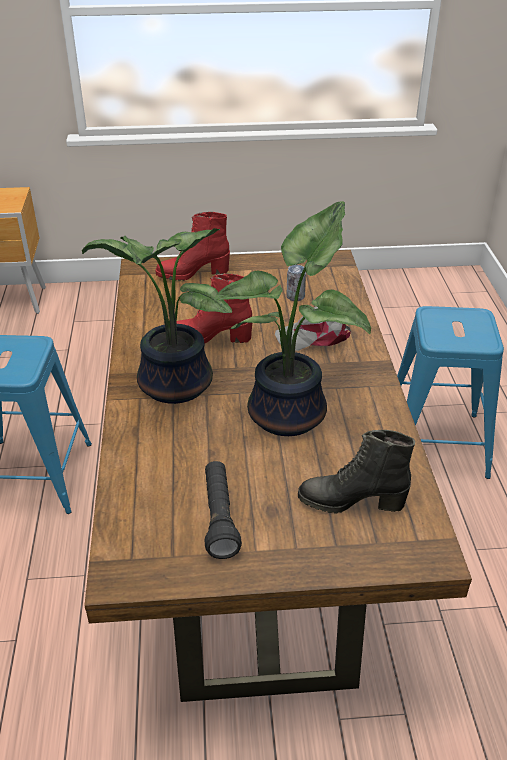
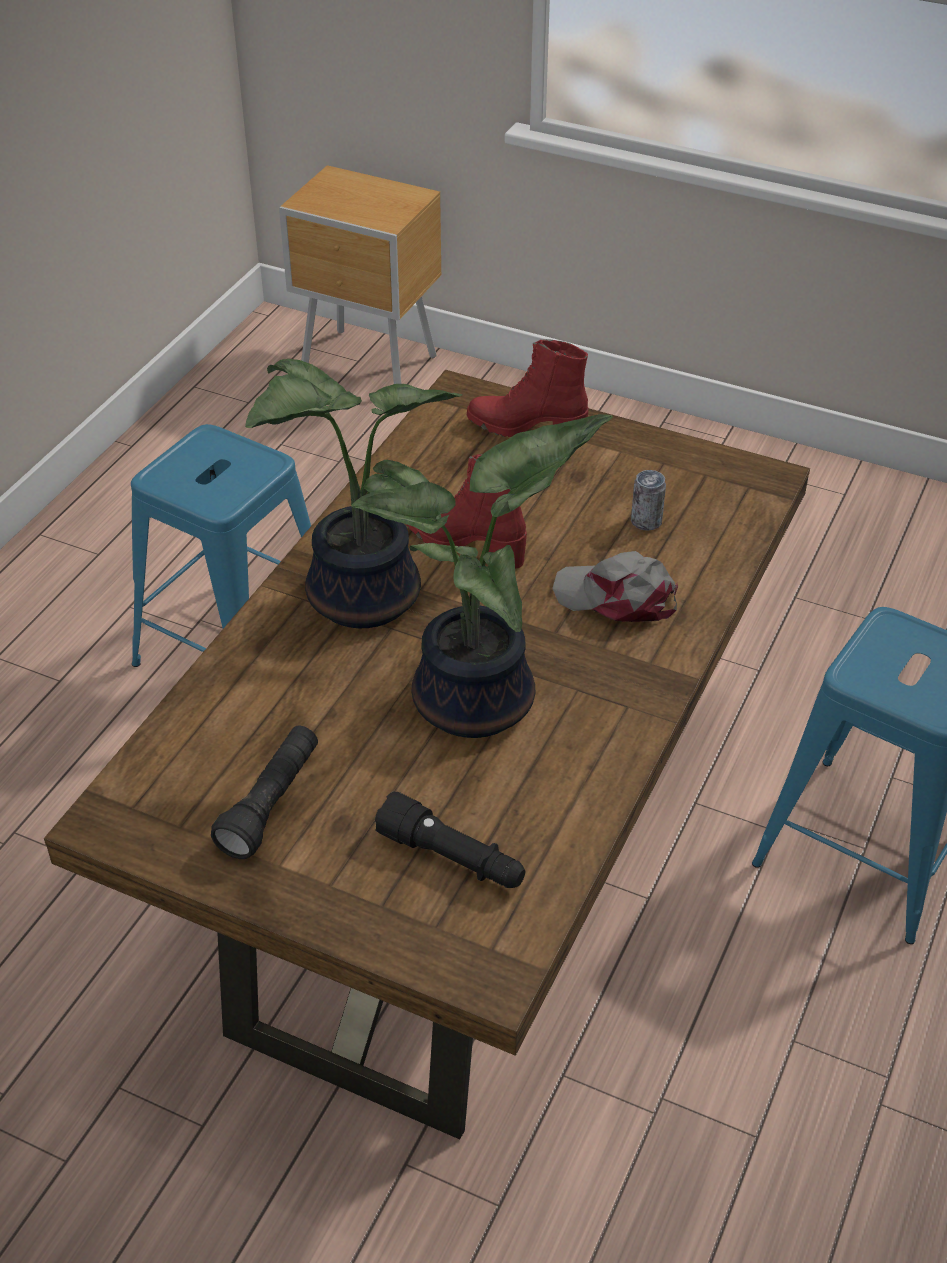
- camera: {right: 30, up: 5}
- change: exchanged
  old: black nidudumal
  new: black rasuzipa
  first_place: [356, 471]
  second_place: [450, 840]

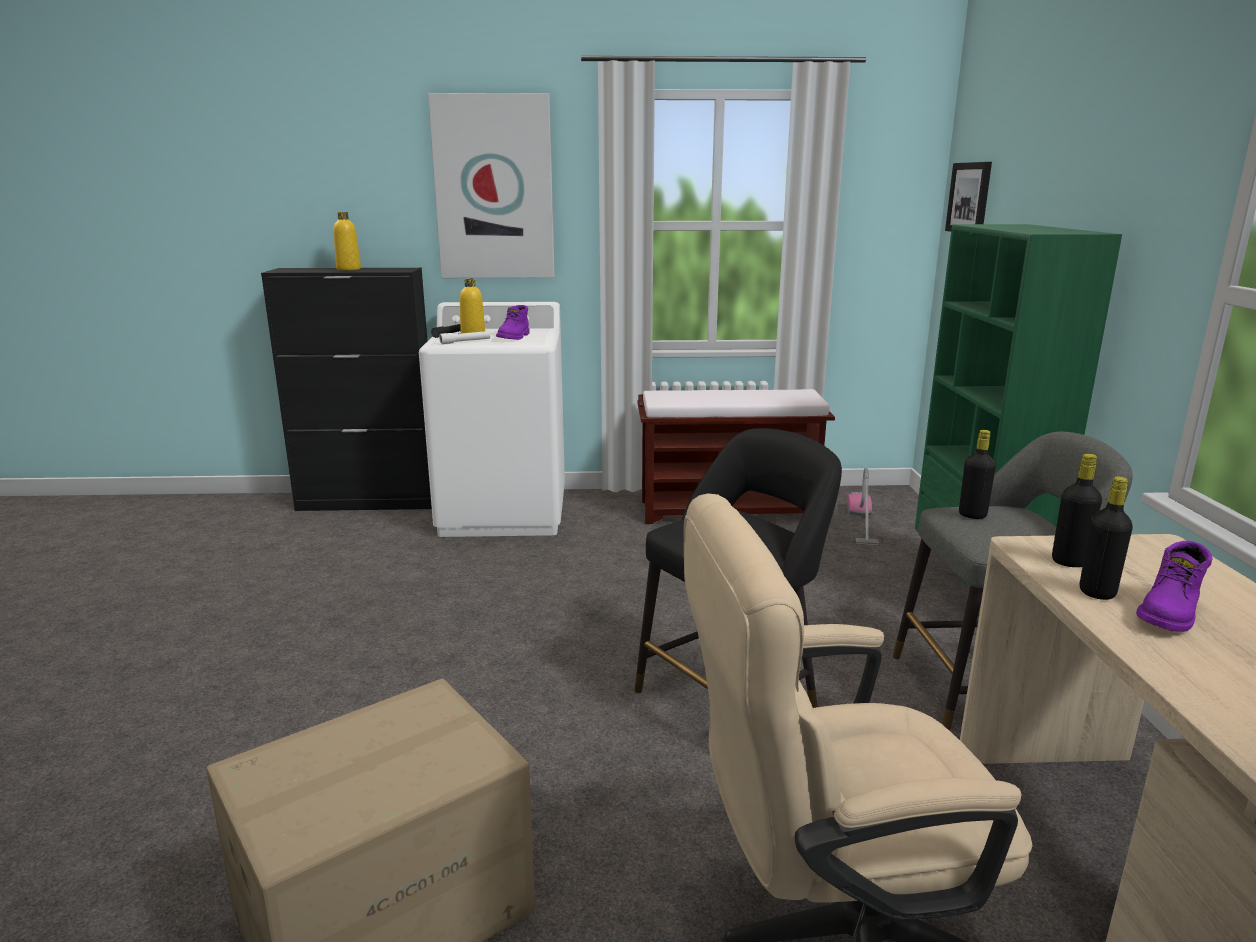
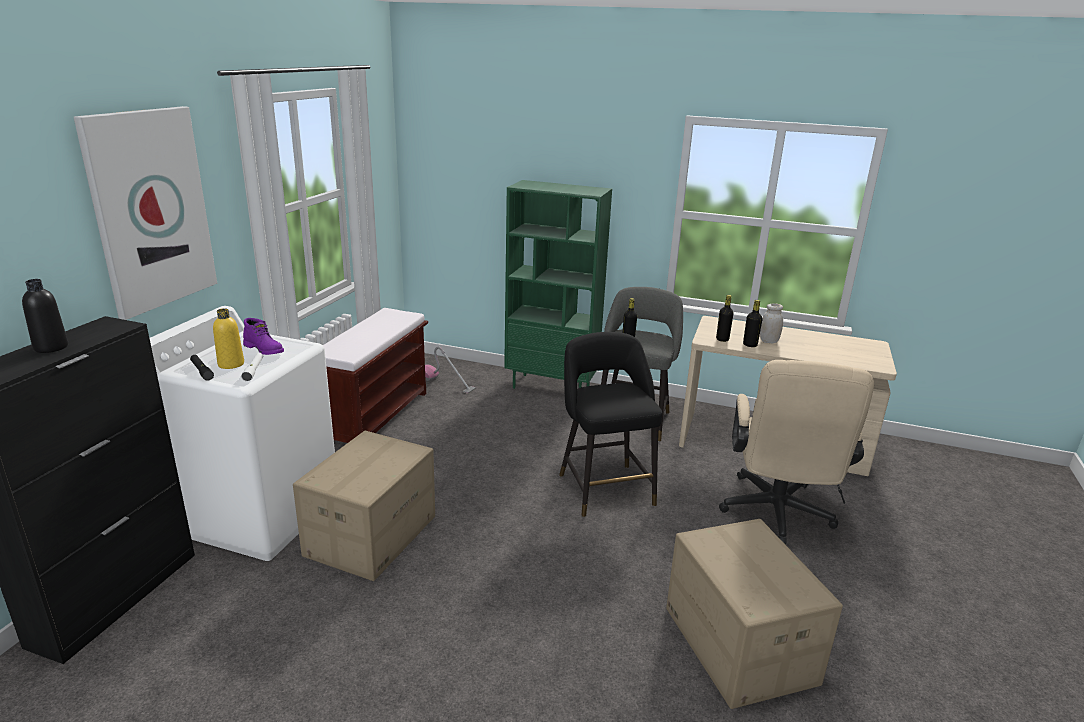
- camera: {right: -70, up: 5}
- change: missing
  old: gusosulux
  first_place: [968, 197]
- change: colour
  old: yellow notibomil
  new: black notibomil
  first_place: [347, 241]
  second_place: [45, 316]
- change: exchanged
  old: purple nidudumal
  new: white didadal
  first_place: [1174, 586]
  second_place: [771, 323]
- change: appeared
  new: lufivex
  second_place: [364, 506]

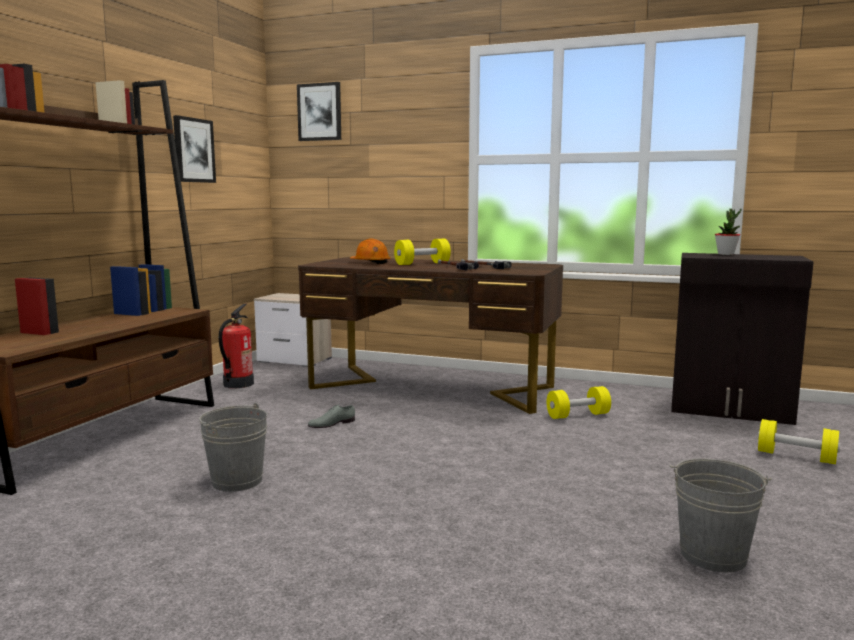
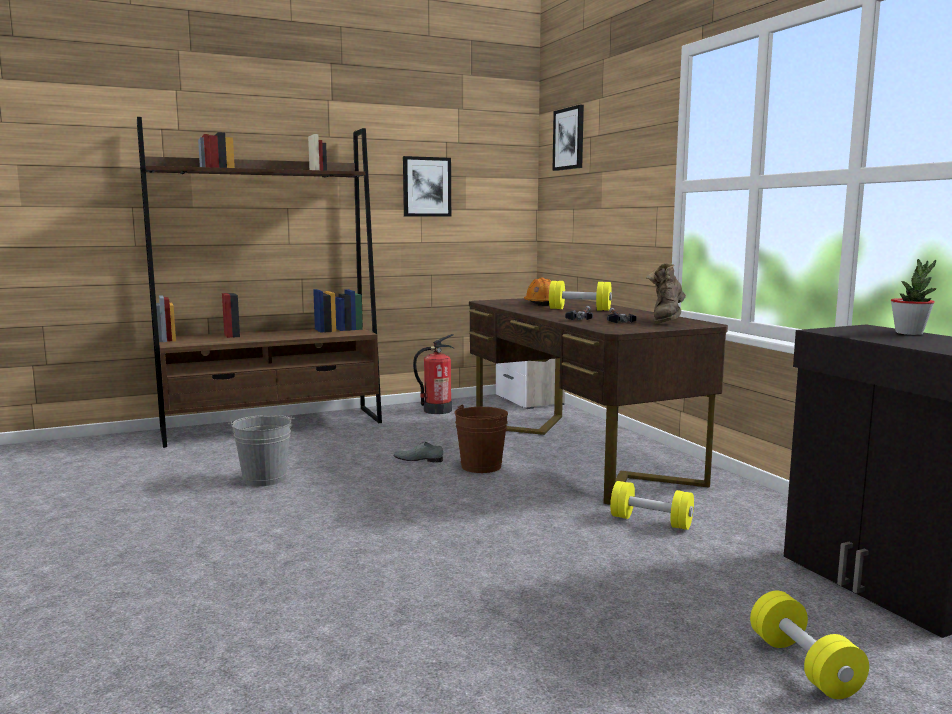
- camera: {right: 45, up: 0}
- change: missing
  old: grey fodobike
  first_place: [720, 515]
- change: appeared
  new: brown nidudumal
  second_place: [666, 293]
- change: appeared
  new: brown fodobike
  second_place: [481, 439]

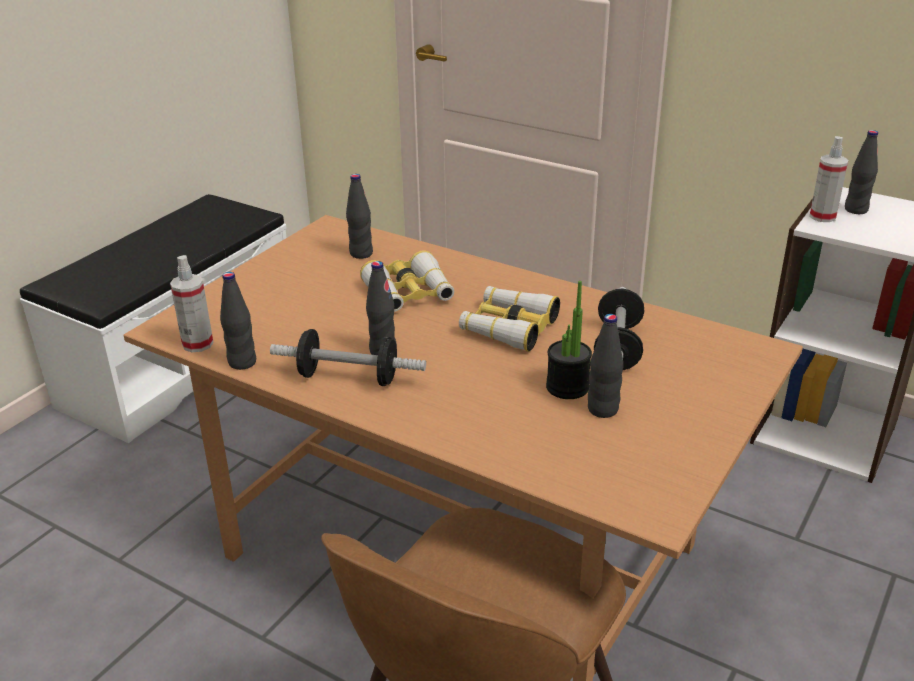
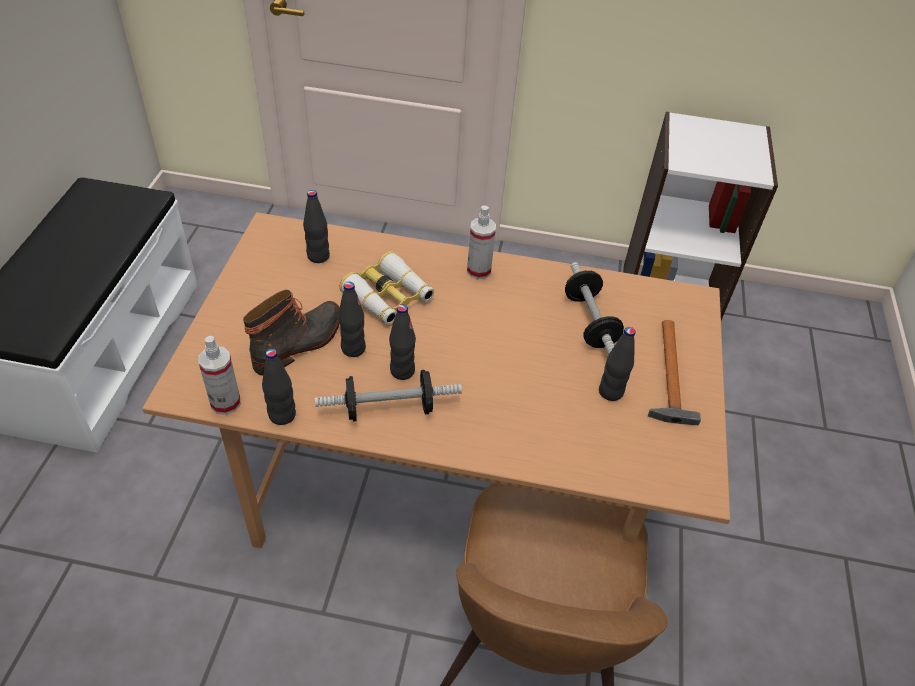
- camera: {right: -25, up: 15}
- change: relocated
  old: black notibomil
  first_place: [861, 172]
  second_place: [352, 319]
- change: relocated
  old: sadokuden
  first_place: [828, 179]
  second_place: [481, 242]
- change: missing
  old: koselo
  first_place: [569, 340]
- change: missing
  old: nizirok
  first_place: [509, 319]
- change: appeared
  new: nidudumal
  second_place: [291, 333]
- change: appeared
  new: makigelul
  second_place: [674, 372]

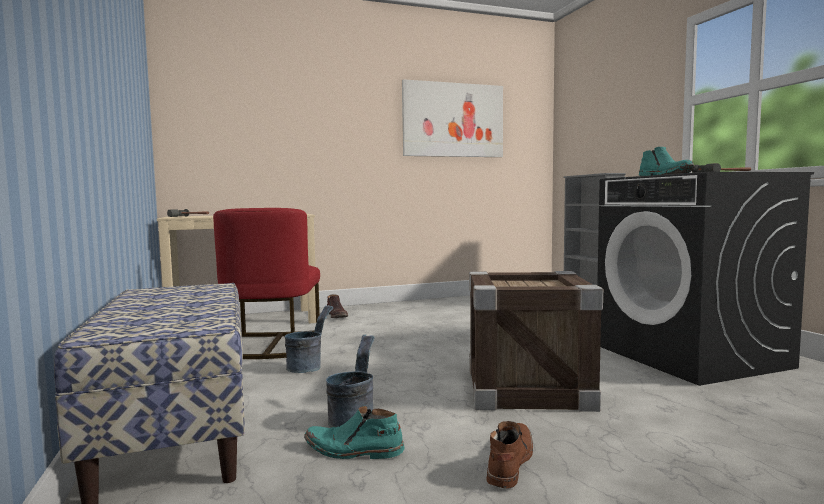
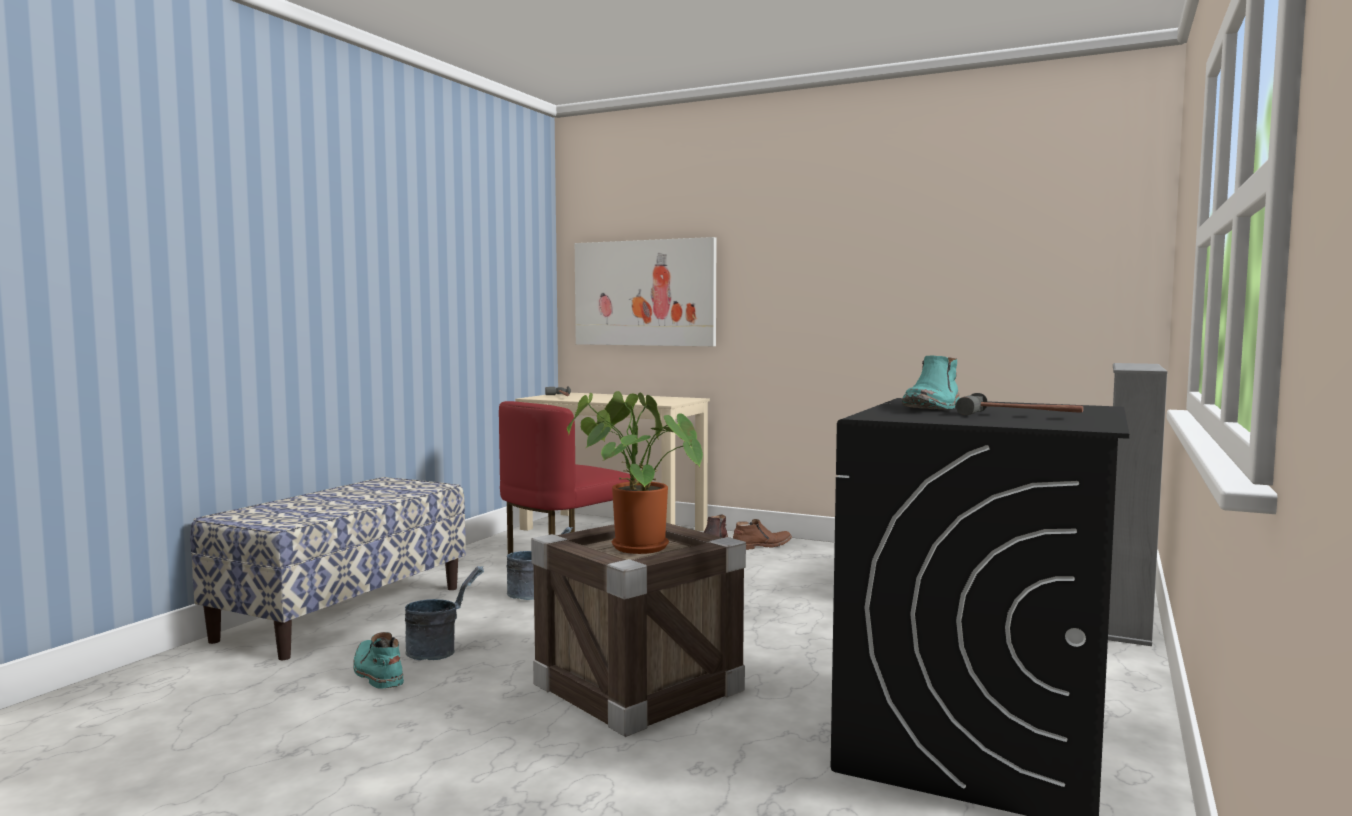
- camera: {right: 45, up: 0}
- change: relocated
  old: gusosulux
  first_place: [452, 118]
  second_place: [645, 291]
- change: relocated
  old: brown nidudumal
  first_place: [510, 455]
  second_place: [762, 534]
- change: appeared
  new: koselo
  second_place: [635, 472]

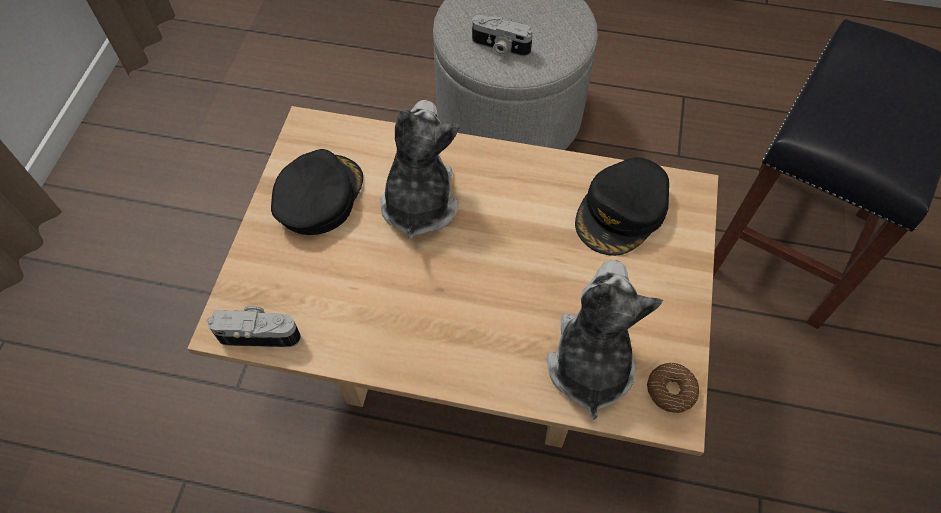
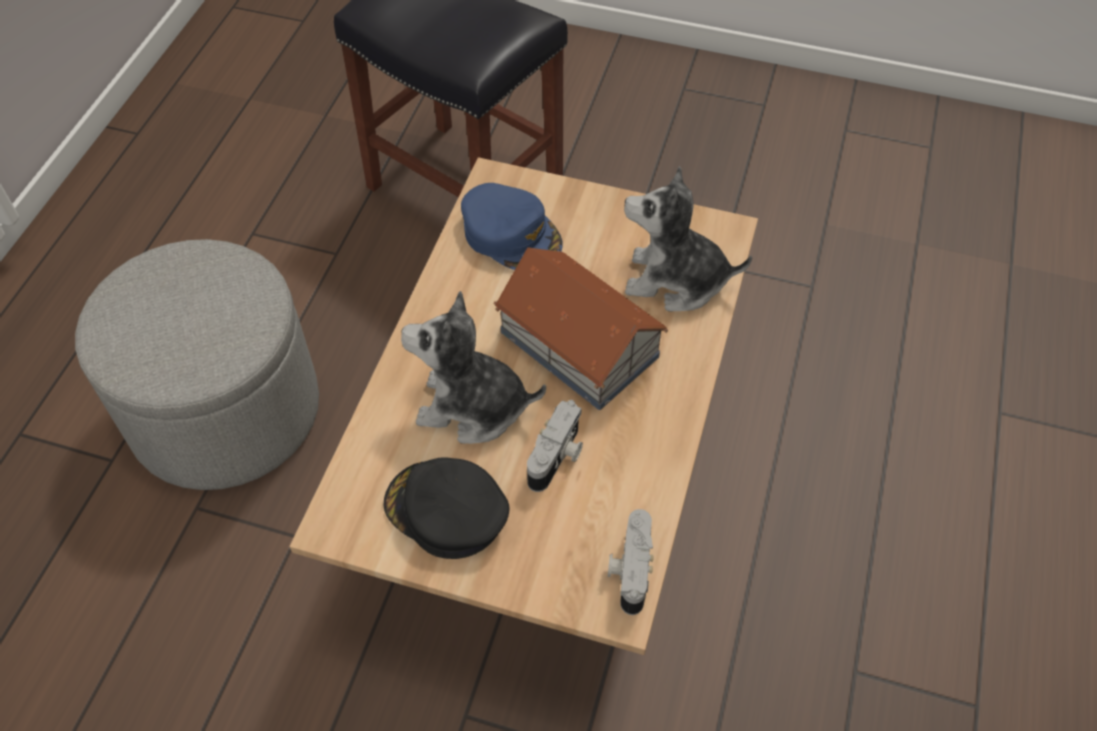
- camera: {right: -85, up: -5}
- change: relocated
  old: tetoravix
  first_place: [502, 36]
  second_place: [555, 446]
- change: colour
  old: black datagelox
  new: blue datagelox
  first_place: [622, 206]
  second_place: [512, 226]
- change: missing
  old: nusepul
  first_place: [673, 388]
- change: appeared
  new: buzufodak
  second_place: [580, 328]

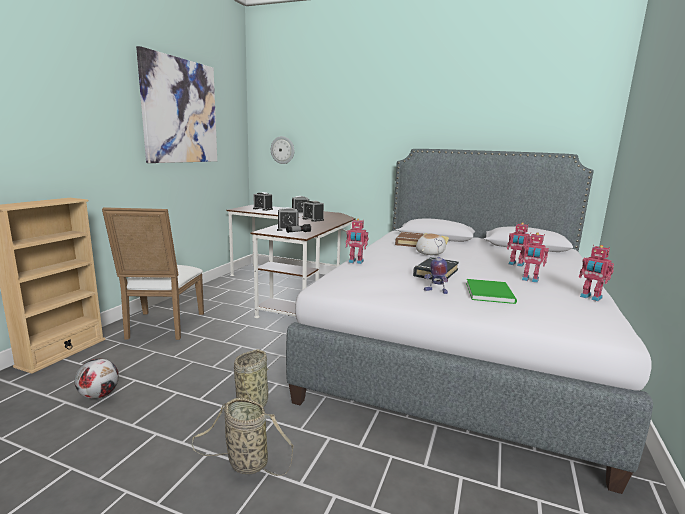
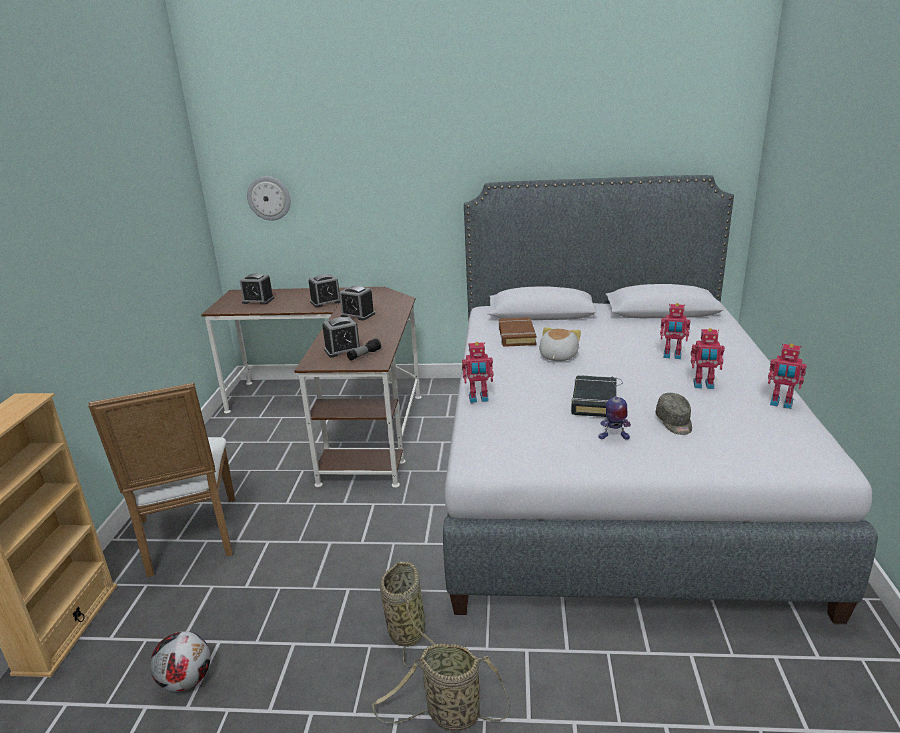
- camera: {right: -15, up: 10}
- change: missing
  old: gusosulux
  first_place: [176, 104]
- change: exchanged
  old: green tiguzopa
  new: grey datagelox
  first_place: [491, 291]
  second_place: [674, 414]

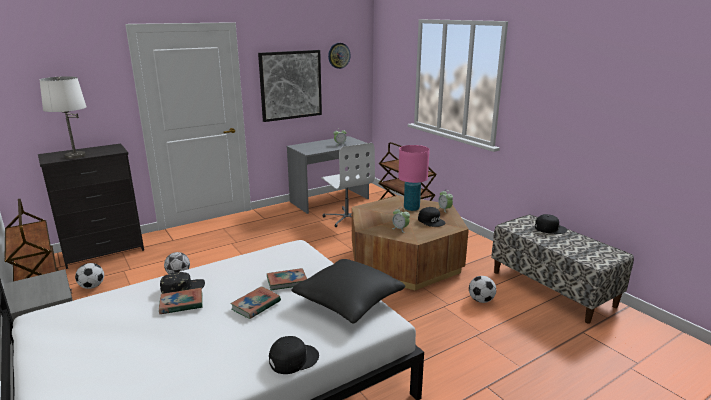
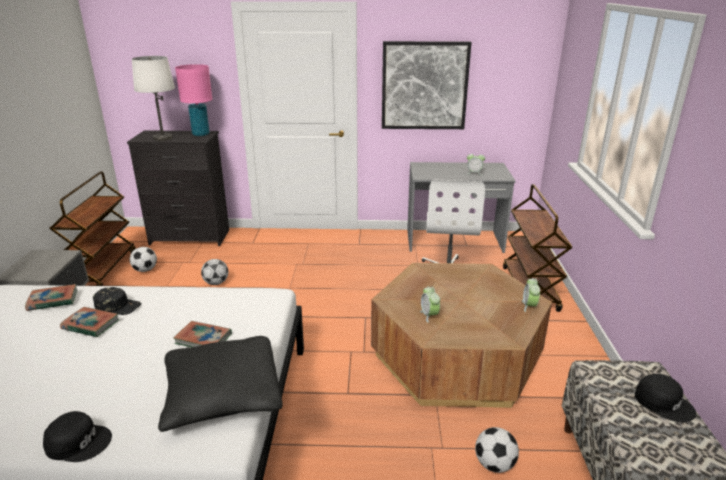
- camera: {right: 35, up: 5}
- change: missing
  old: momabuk
  first_place: [339, 56]
- change: relocated
  old: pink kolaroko
  first_place: [414, 178]
  second_place: [193, 100]
- change: missing
  old: black datagelox
  first_place: [432, 217]
- change: relocated
  old: tiguzopa
  first_place: [255, 302]
  second_place: [51, 297]

